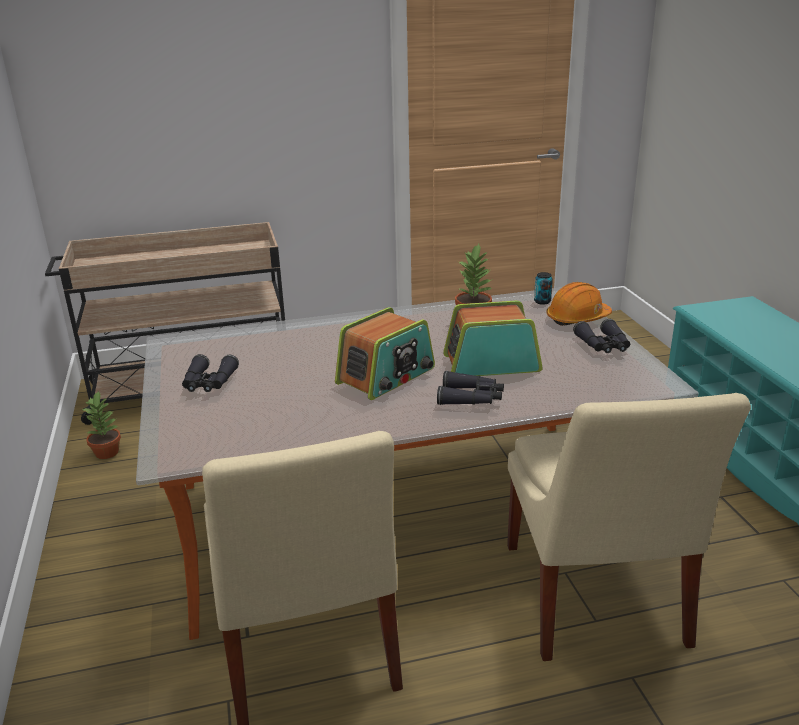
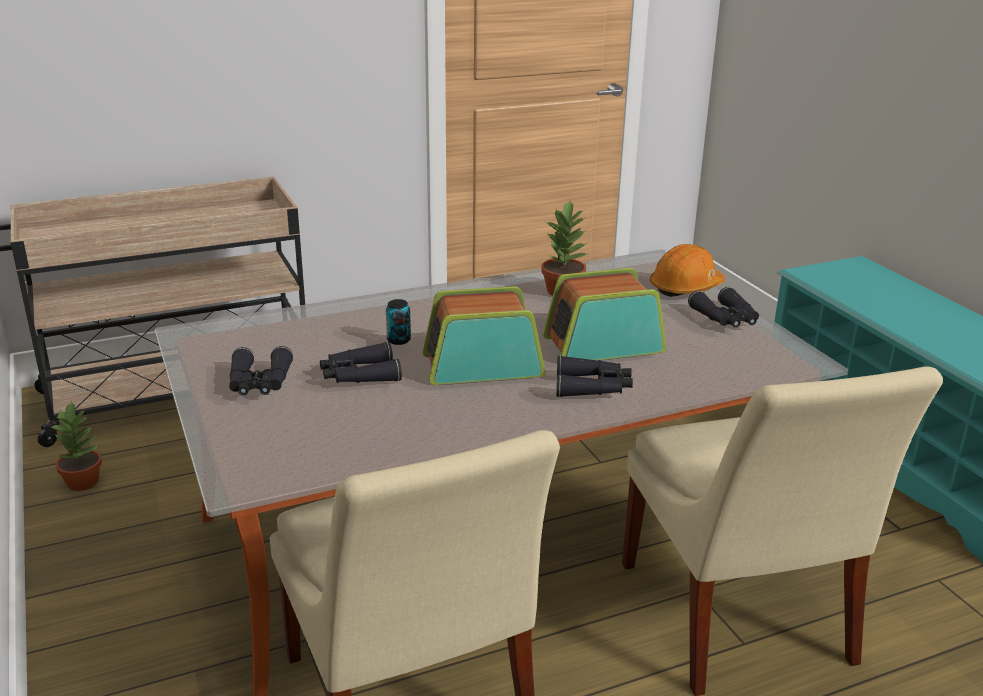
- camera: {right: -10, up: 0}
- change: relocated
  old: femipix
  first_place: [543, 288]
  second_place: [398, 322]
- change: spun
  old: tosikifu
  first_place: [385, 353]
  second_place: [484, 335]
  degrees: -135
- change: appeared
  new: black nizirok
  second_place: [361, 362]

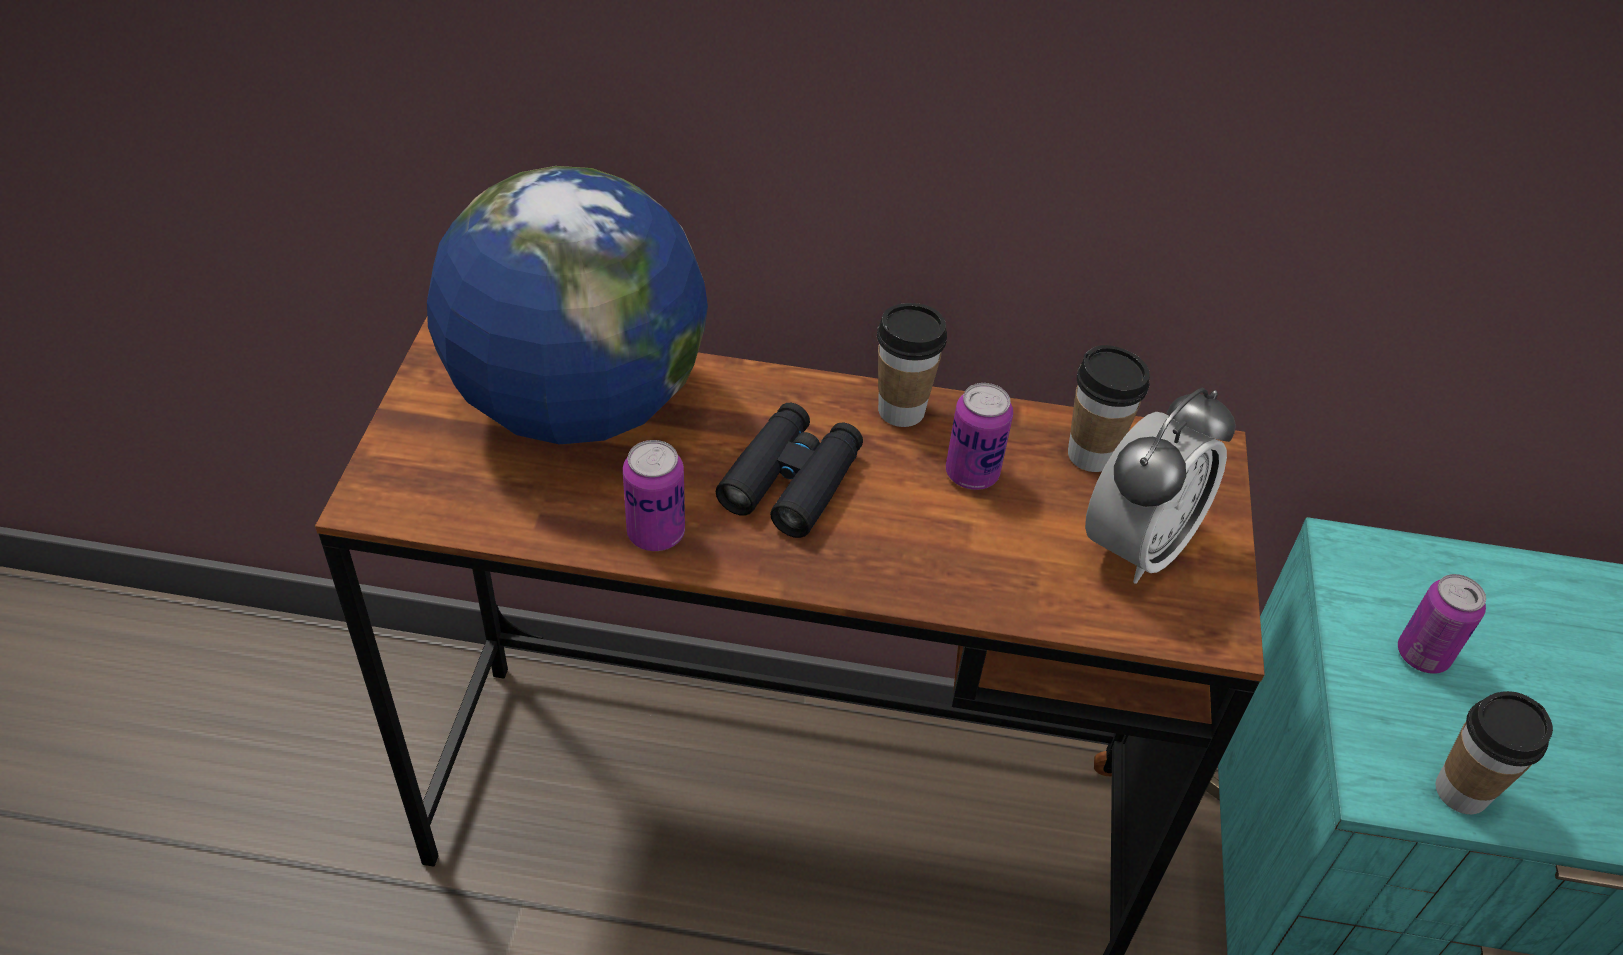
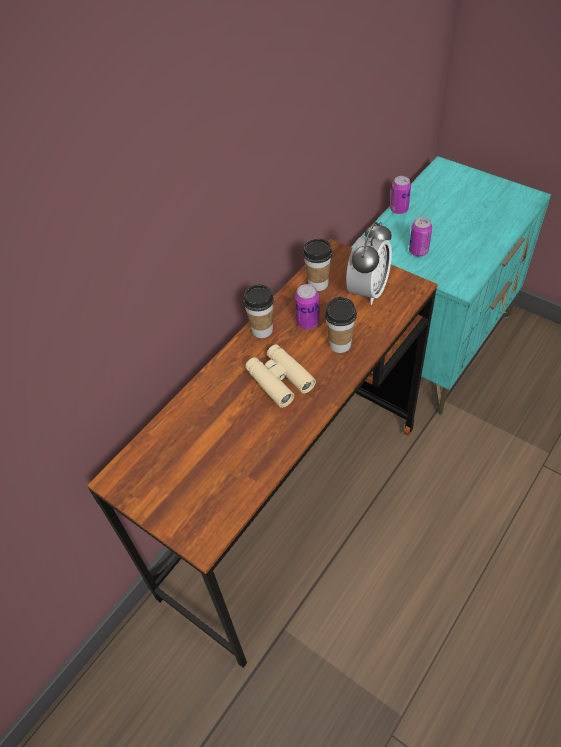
- camera: {right: -55, up: 5}
- change: missing
  old: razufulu
  first_place: [567, 305]
- change: spun
  old: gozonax
  first_place: [1160, 486]
  second_place: [369, 263]
  degrees: 45
- change: colour
  old: black nizirok
  new: beige nizirok
  first_place: [789, 470]
  second_place: [280, 376]
- change: relocated
  old: femipix
  first_place: [654, 495]
  second_place: [400, 195]
- change: relocated
  old: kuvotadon
  first_place: [1494, 752]
  second_place: [341, 325]

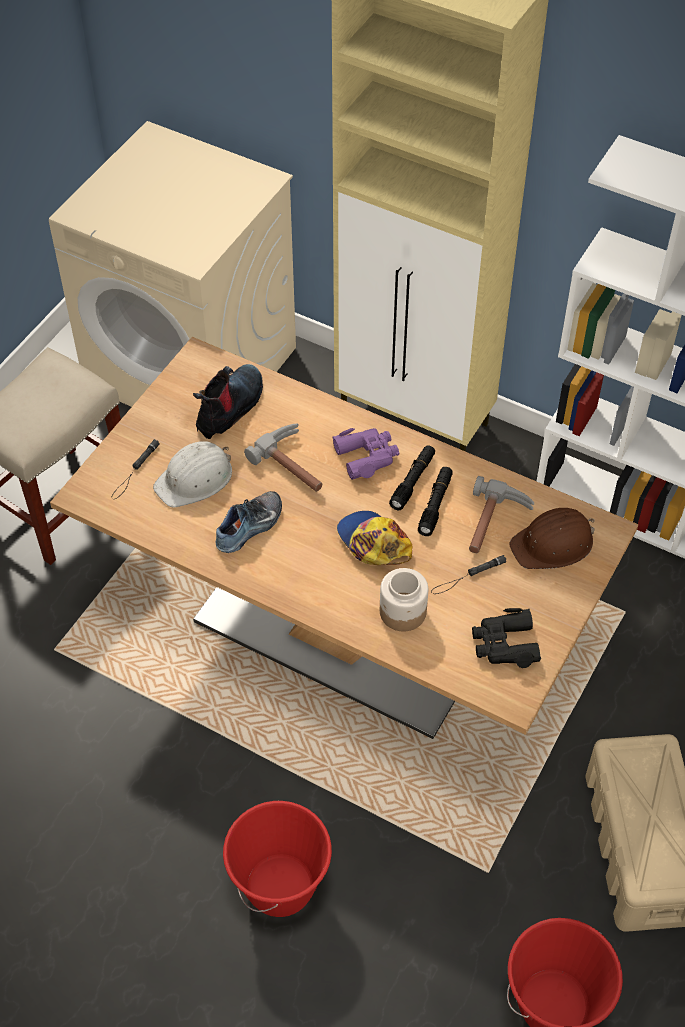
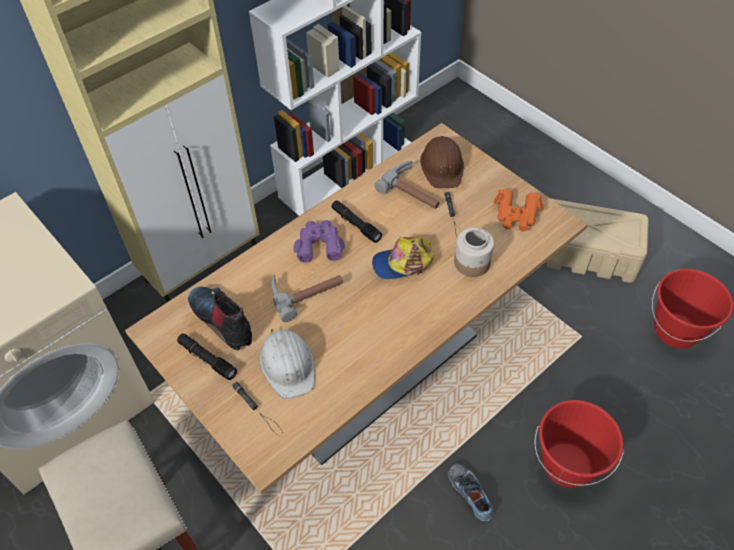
- camera: {right: -70, up: 0}
- change: relocated
  old: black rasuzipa
  first_place: [435, 501]
  second_place: [207, 356]
- change: relocated
  old: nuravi
  first_place: [248, 522]
  second_place: [470, 492]
- change: colour
  old: black nizirok
  new: orange nizirok
  first_place: [506, 638]
  second_place: [518, 210]

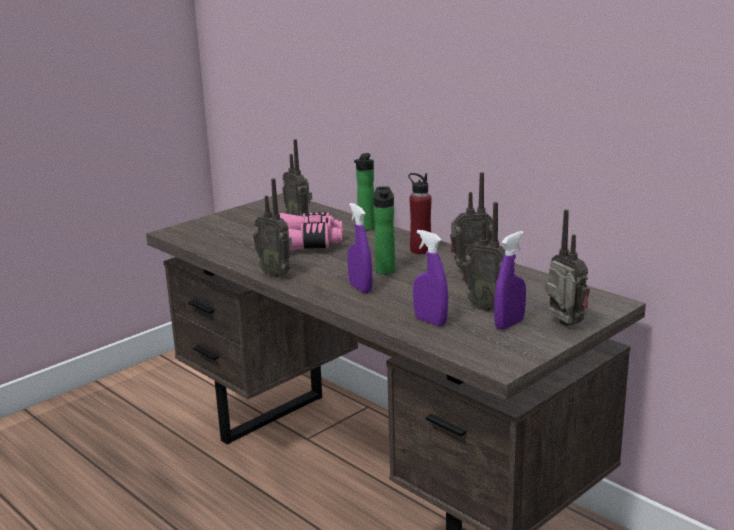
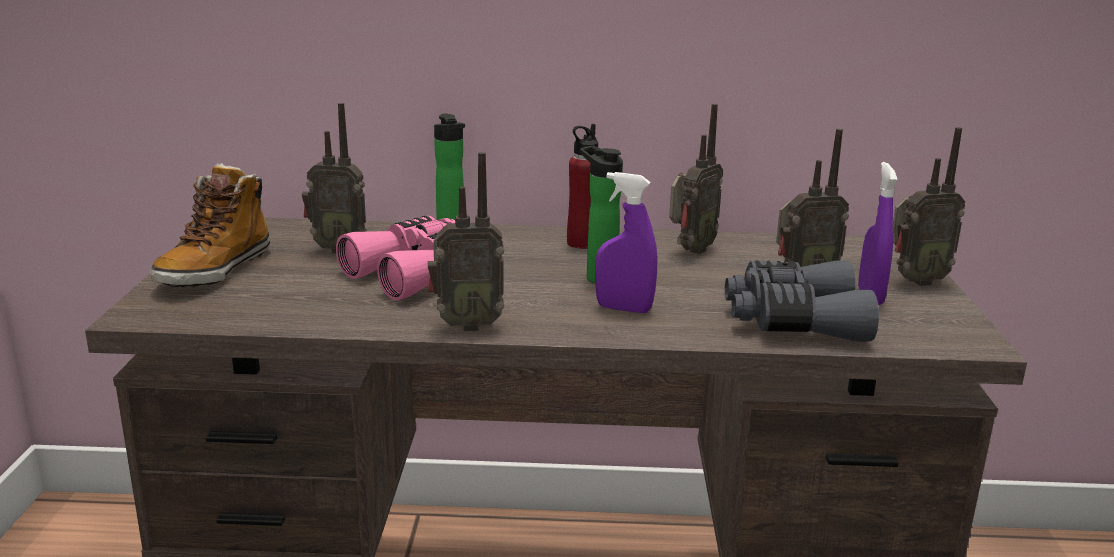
- camera: {right: -45, up: 0}
- change: spun
  old: tosikifu
  first_place: [567, 267]
  second_place: [929, 206]
  degrees: 150
- change: exchanged
  old: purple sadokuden
  new: grey nizirok
  first_place: [430, 278]
  second_place: [802, 301]
- change: appeared
  new: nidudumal
  second_place: [210, 225]

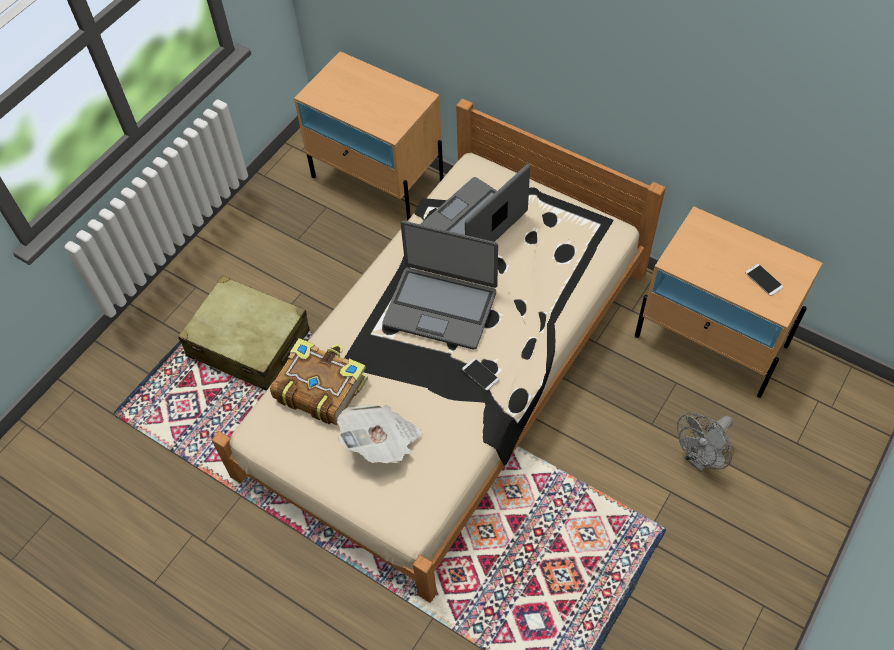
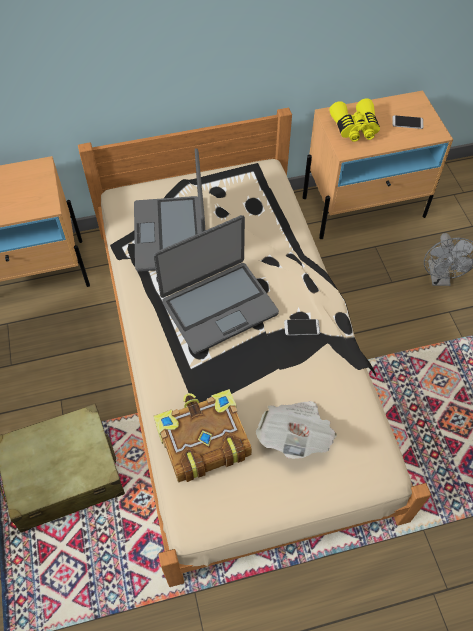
- camera: {right: -50, up: 0}
- change: appeared
  new: yellow nizirok
  second_place: [354, 120]

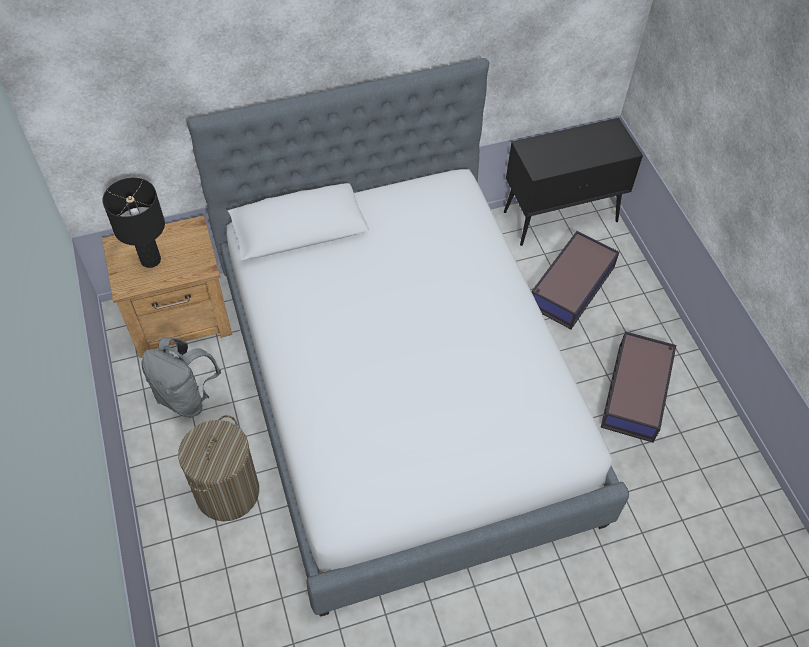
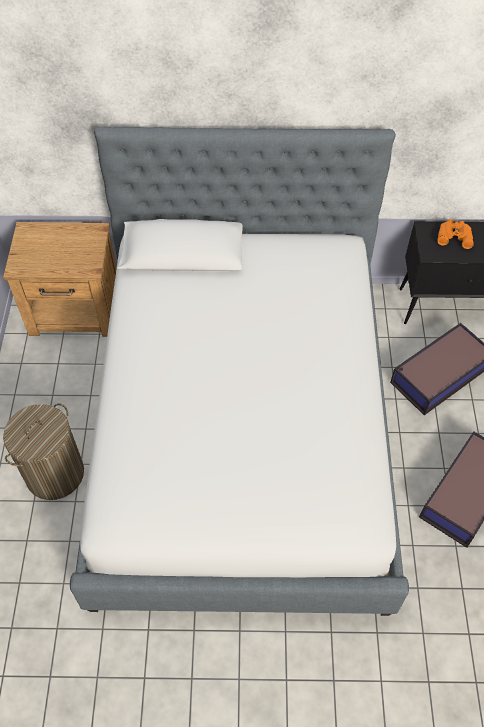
- camera: {right: 20, up: 0}
- change: missing
  old: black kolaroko
  first_place: [134, 223]
- change: missing
  old: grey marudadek
  first_place: [181, 377]
- change: appeared
  new: orange nizirok
  second_place: [455, 234]

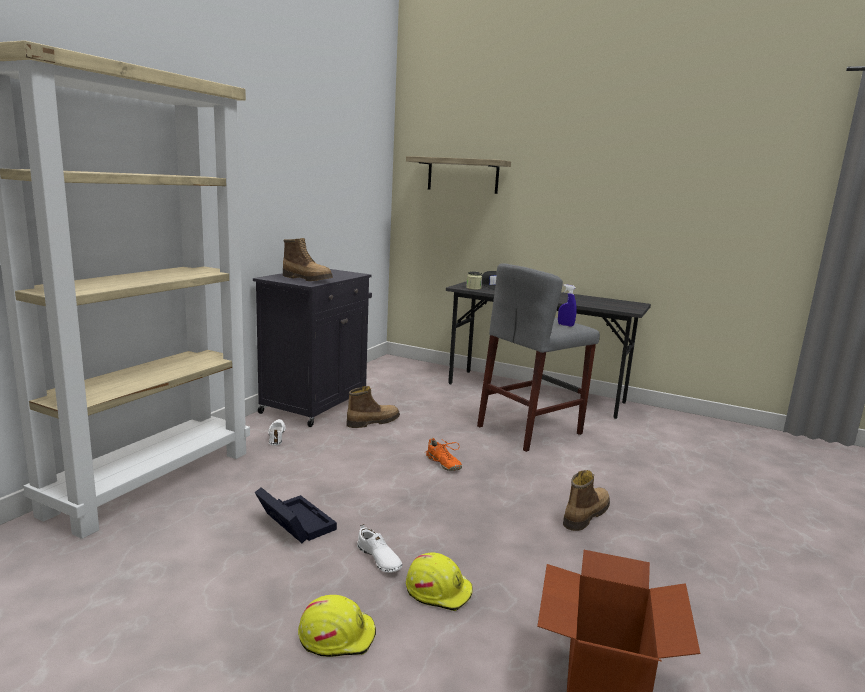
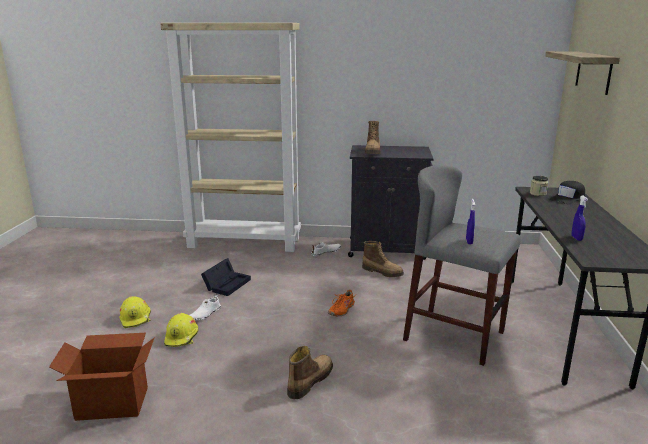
- camera: {right: 70, up: 5}
- change: spun
  old: nidudumal
  first_place: [586, 500]
  second_place: [310, 372]
  degrees: -75
- change: appeared
  new: blue sadokuden
  second_place: [580, 218]

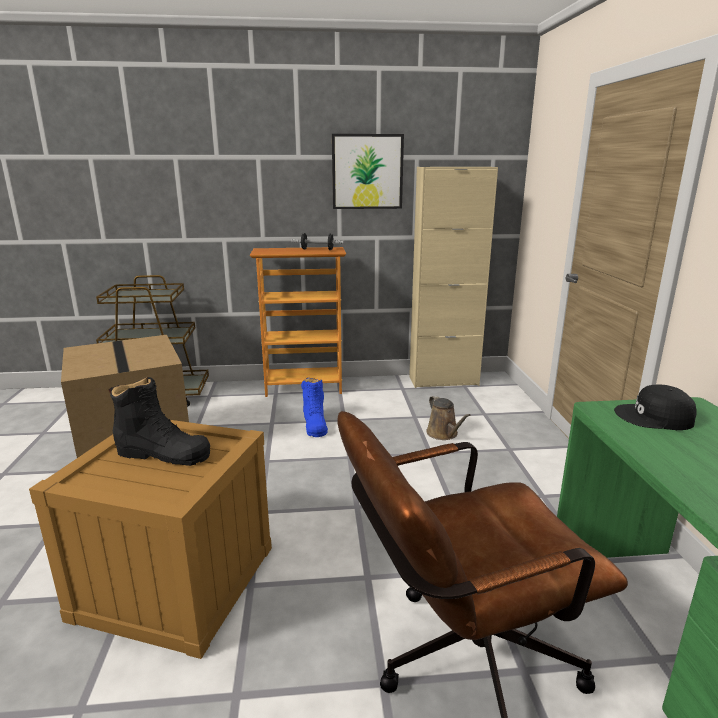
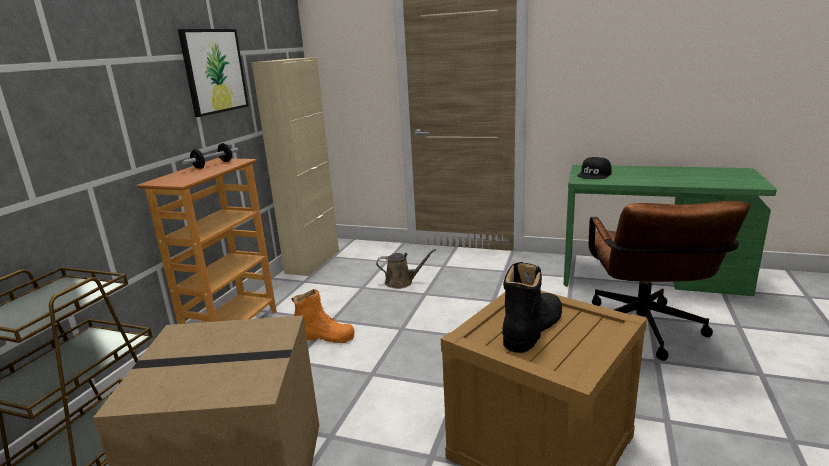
- camera: {right: -65, up: 0}
- change: colour
  old: blue nidudumal
  new: orange nidudumal
  first_place: [314, 407]
  second_place: [323, 316]

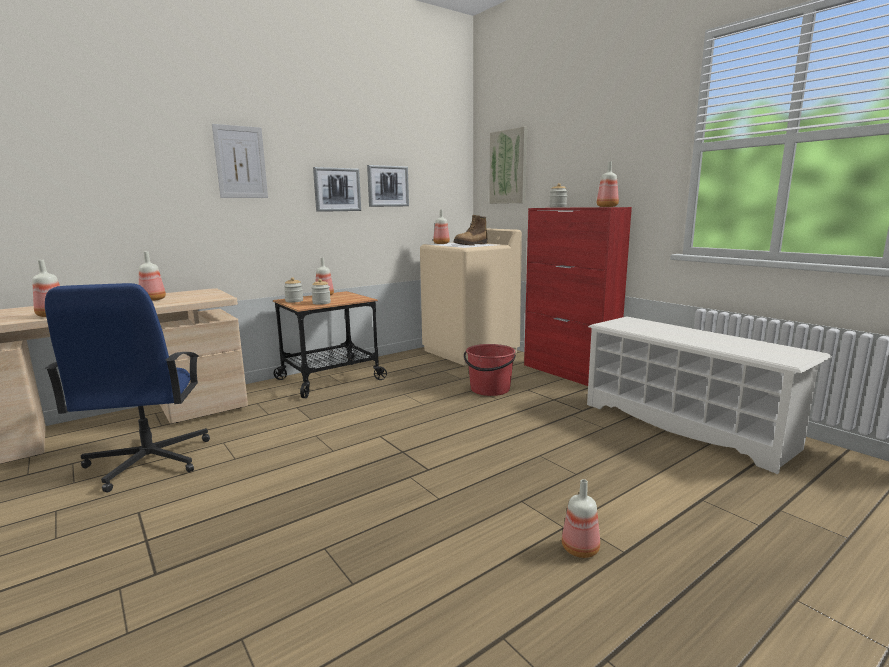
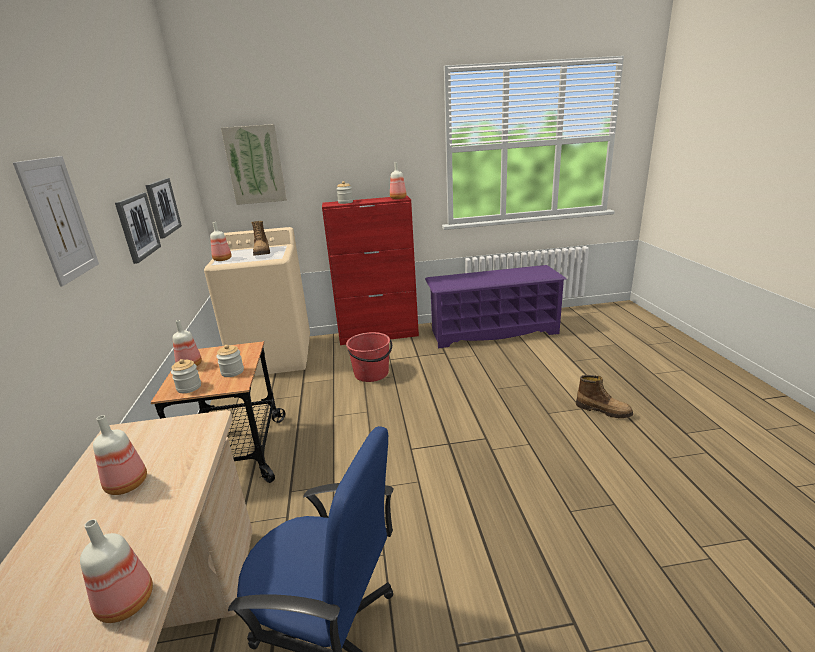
- camera: {right: -60, up: 10}
- change: colour
  old: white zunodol
  new: purple zunodol
  first_place: [709, 395]
  second_place: [496, 306]
- change: exchanged
  old: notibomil
  new: nidudumal
  first_place: [581, 518]
  second_place: [604, 396]

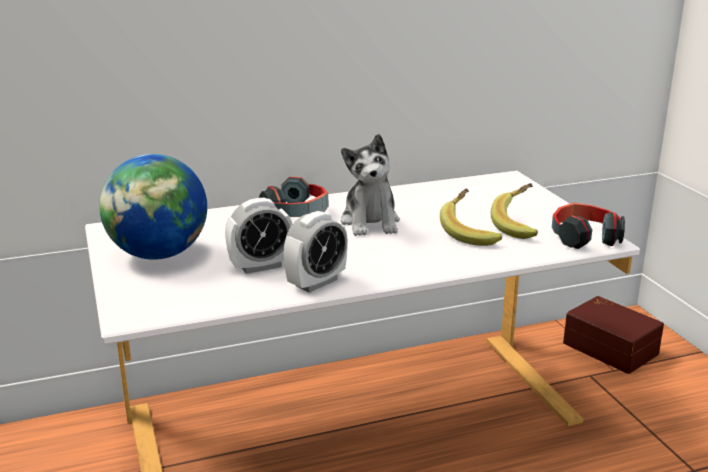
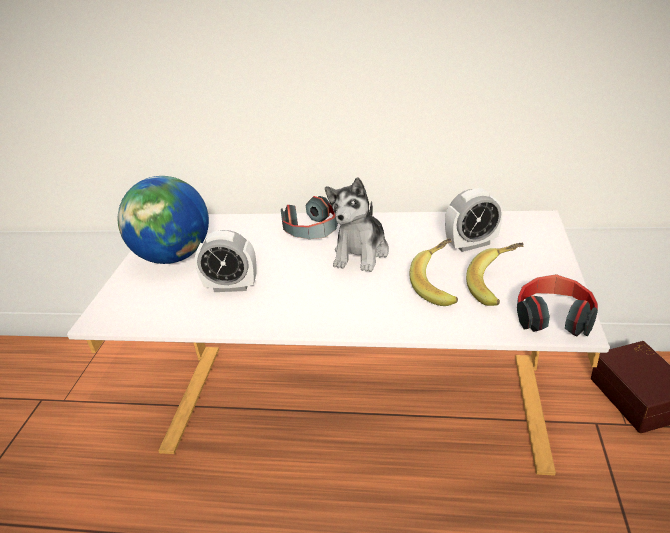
- camera: {right: 30, up: 10}
- change: relocated
  old: gozonax
  first_place: [316, 252]
  second_place: [474, 220]

